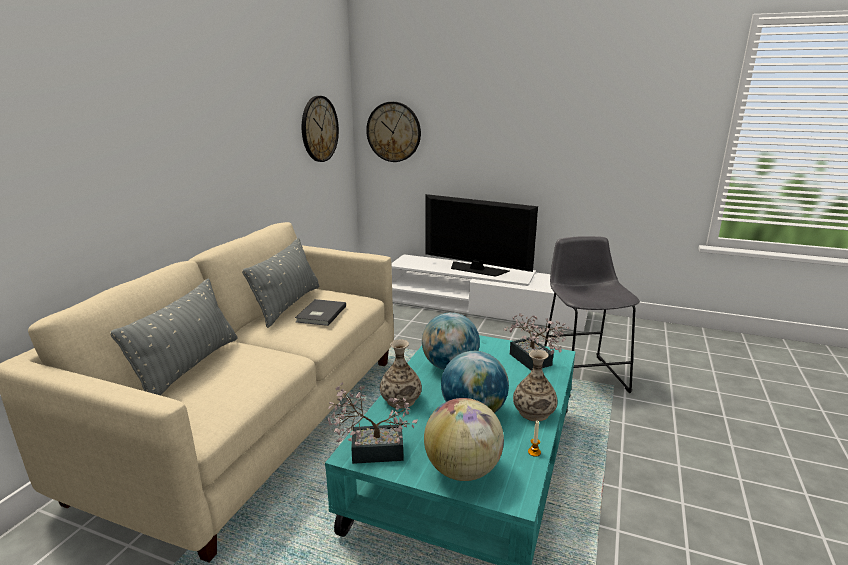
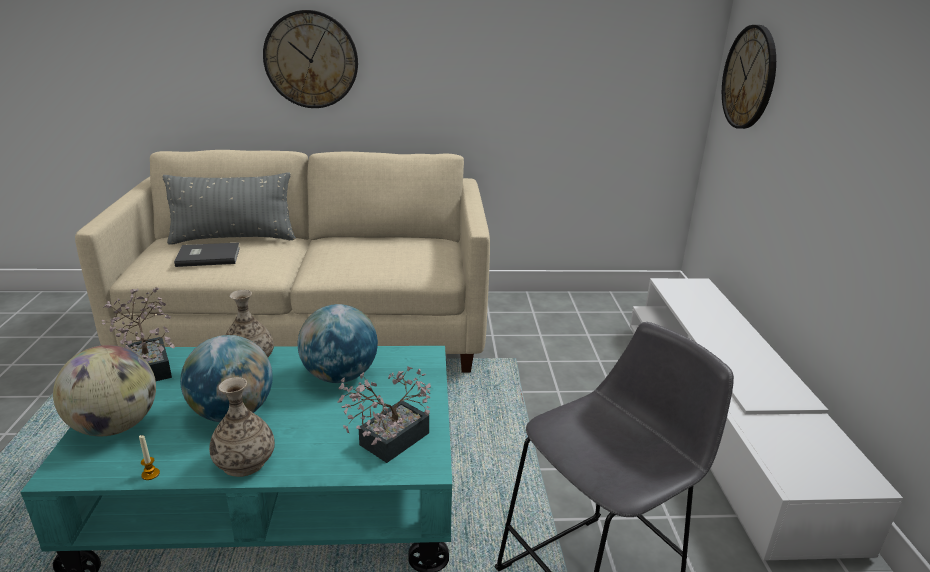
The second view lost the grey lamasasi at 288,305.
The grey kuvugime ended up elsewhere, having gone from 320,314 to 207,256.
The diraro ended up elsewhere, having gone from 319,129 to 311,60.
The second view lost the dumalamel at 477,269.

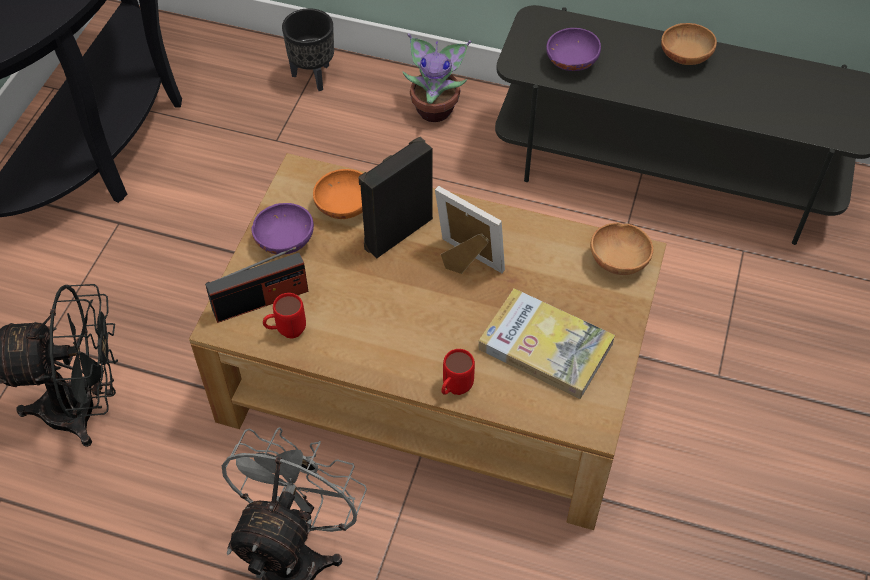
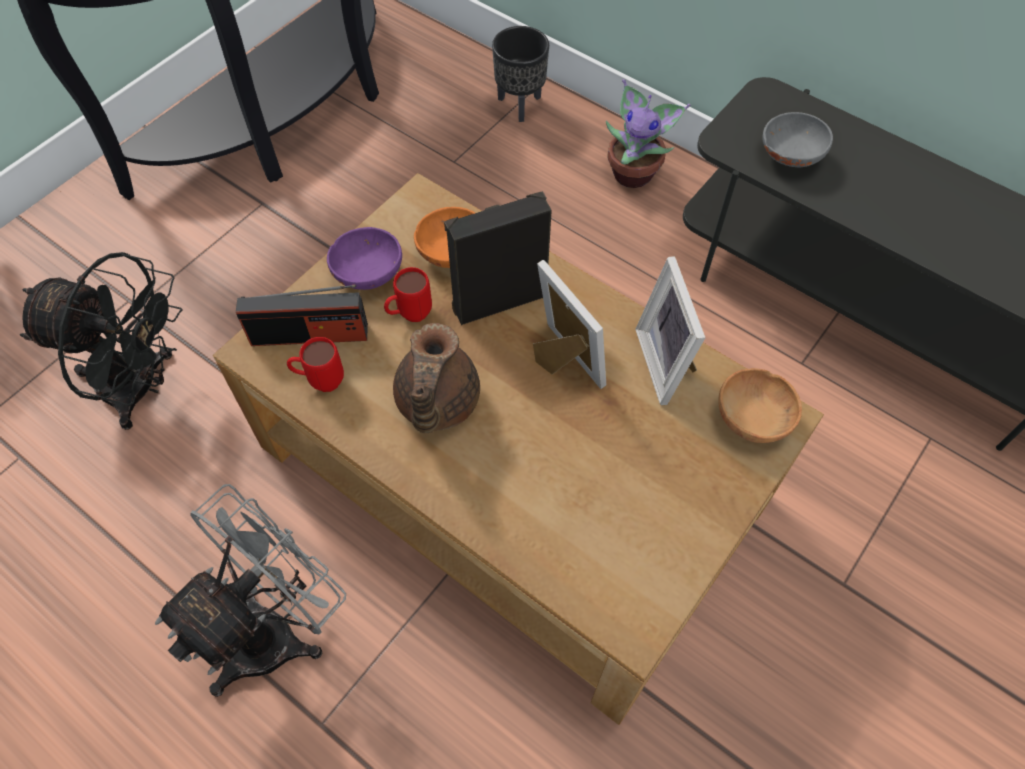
The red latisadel ended up elsewhere, having gone from 454,390 to 409,315.
The second view lost the kuvugime at 545,346.
What was the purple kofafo at 570,63 turned into the grey kofafo at 789,156.
The second view lost the brown kofafo at 684,57.
The second view gained the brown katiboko at 436,404.
The second view gained the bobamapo at 667,363.

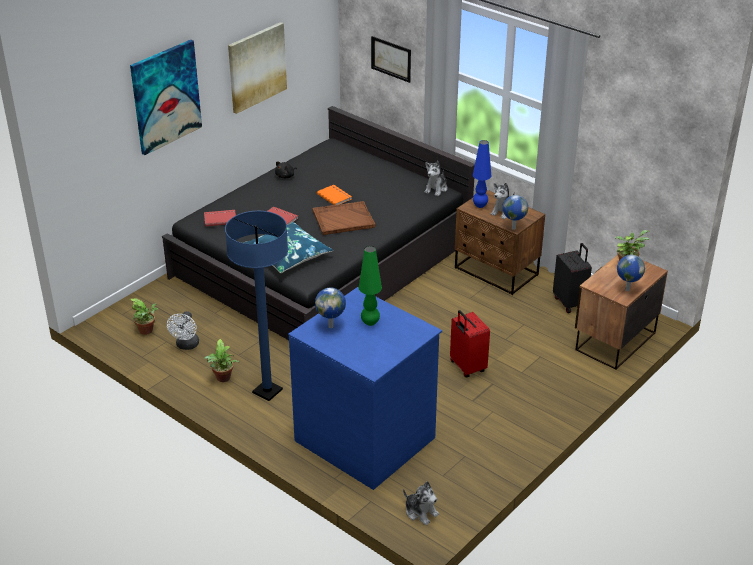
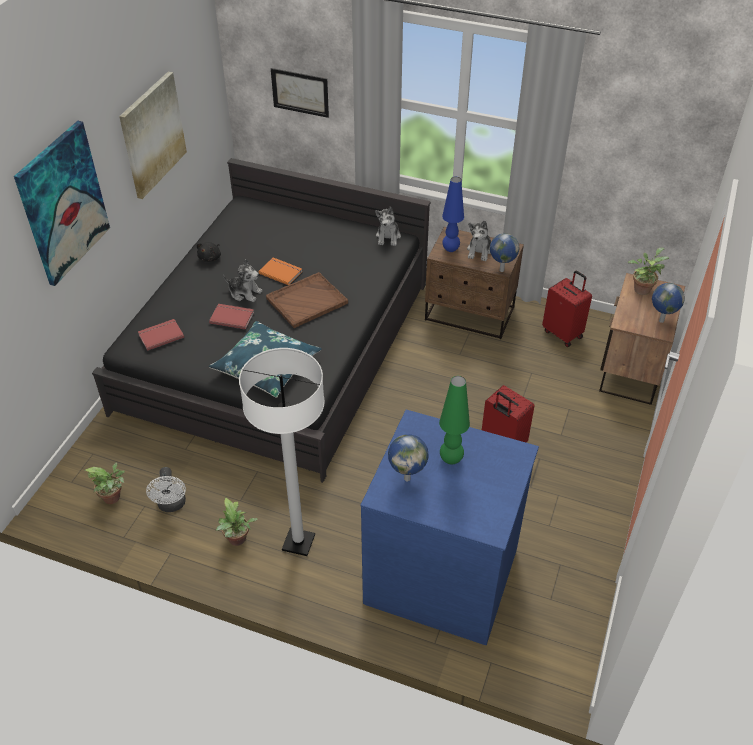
What was the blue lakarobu at 267,391 turned into the white lakarobu at 298,543.
The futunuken ended up elsewhere, having gone from 420,512 to 245,293.
What was the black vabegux at 570,302 turned into the red vabegux at 563,333.

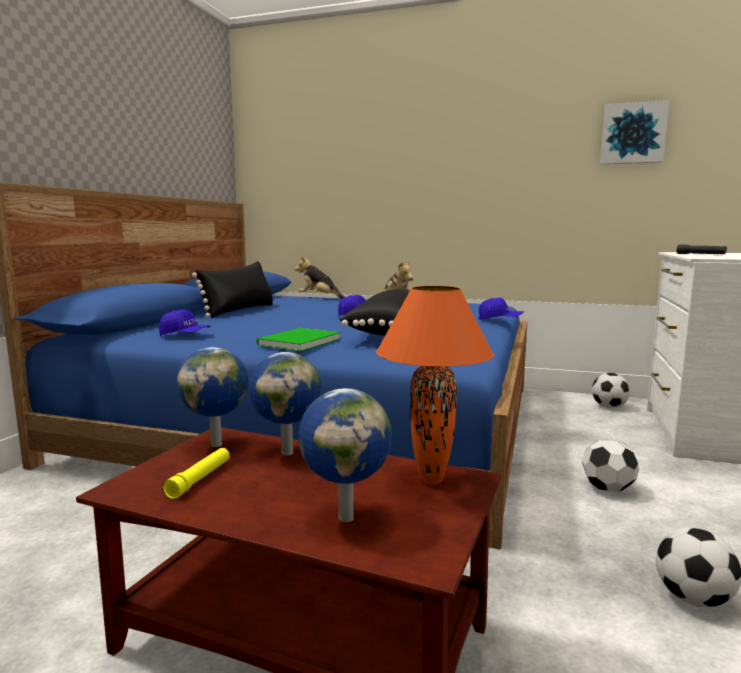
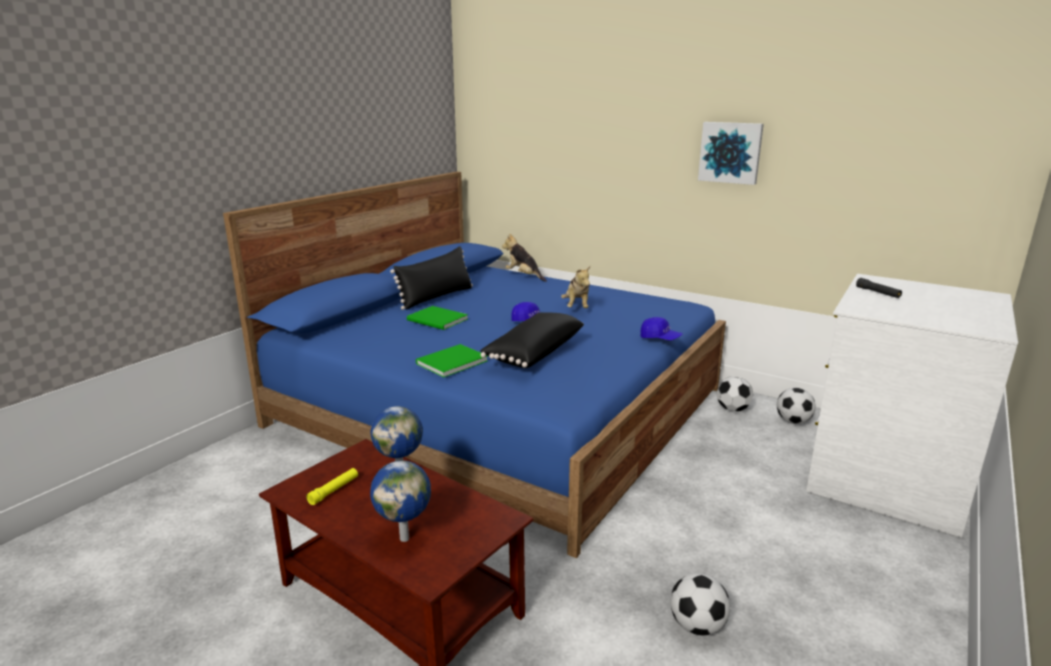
The second view lost the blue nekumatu at 185,335.
The second view lost the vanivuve at 217,444.
The second view lost the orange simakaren at 430,480.
The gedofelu ended up elsewhere, having gone from 607,489 to 732,409.
The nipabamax ended up elsewhere, having gone from 633,133 to 730,152.
The second view gained the green kuvugime at 438,320.

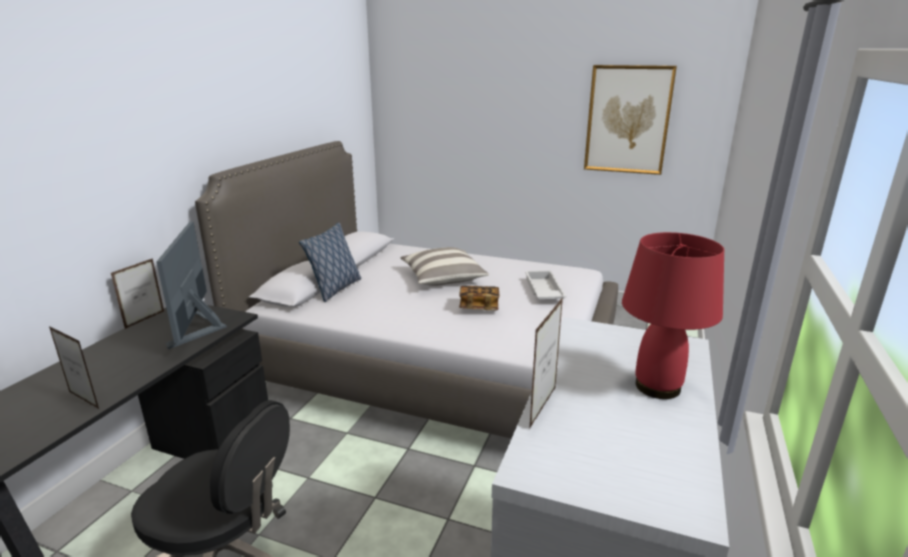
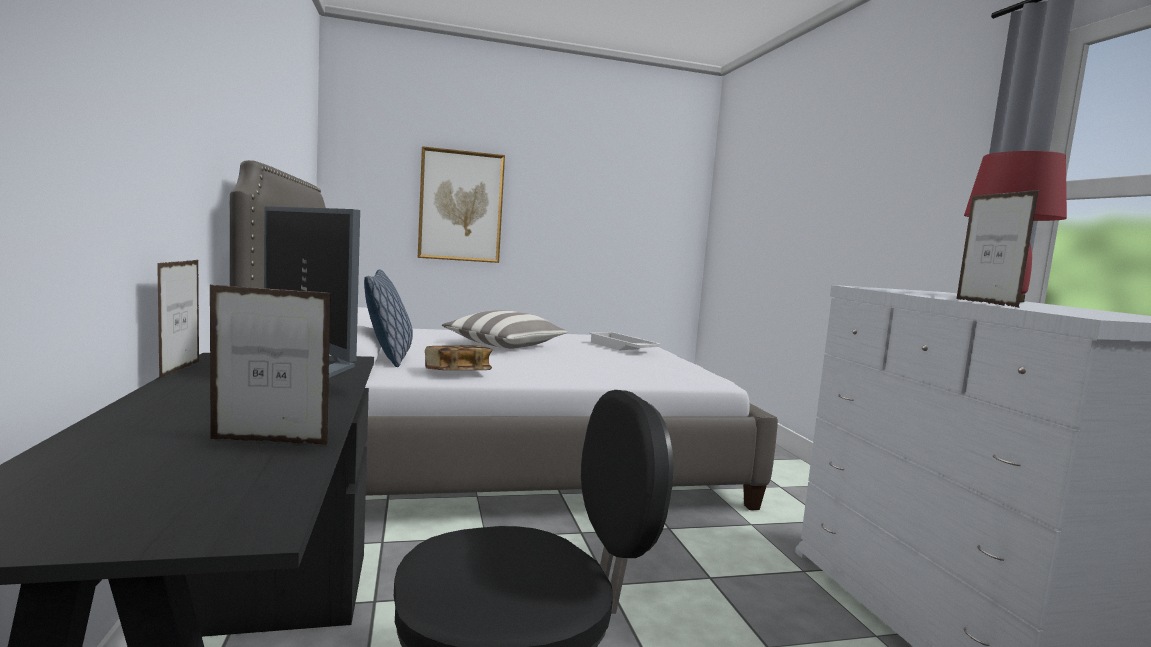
The kuvugime ended up elsewhere, having gone from 479,307 to 457,373.
The nipabamax ended up elsewhere, having gone from 627,120 to 461,206.

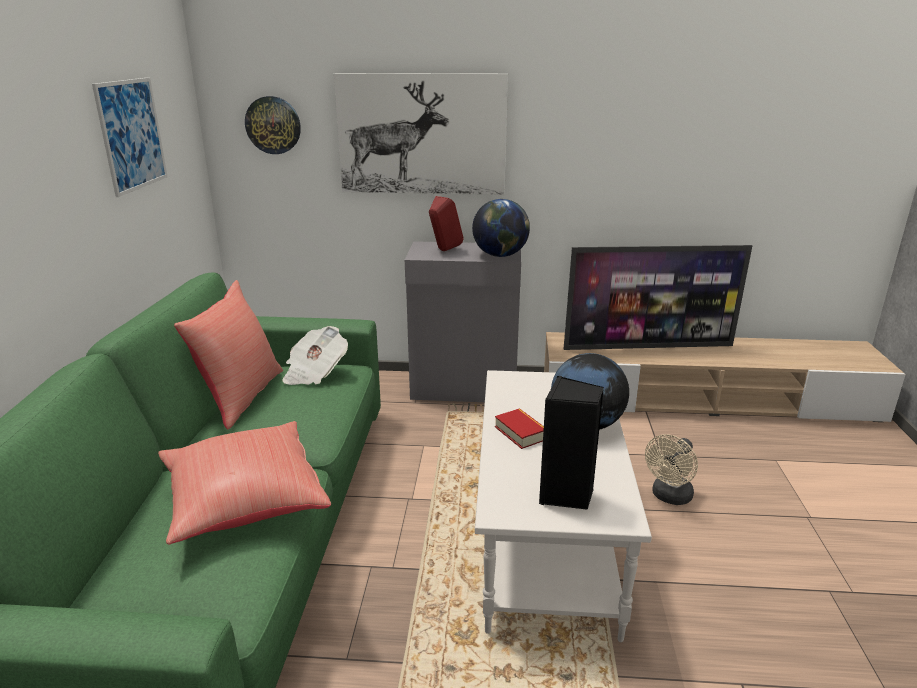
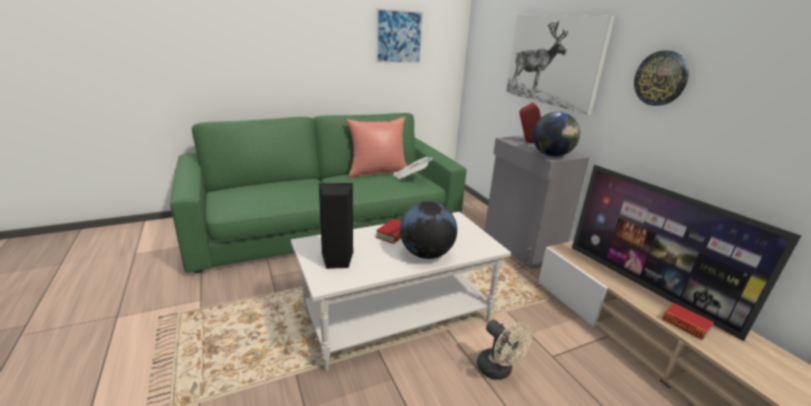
The second view lost the red lamasasi at 244,503.
The diraro ended up elsewhere, having gone from 273,125 to 661,78.
The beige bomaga at 669,497 ended up facing another way, 135 degrees counterclockwise from before.
The second view gained the kuvugime at 685,324.

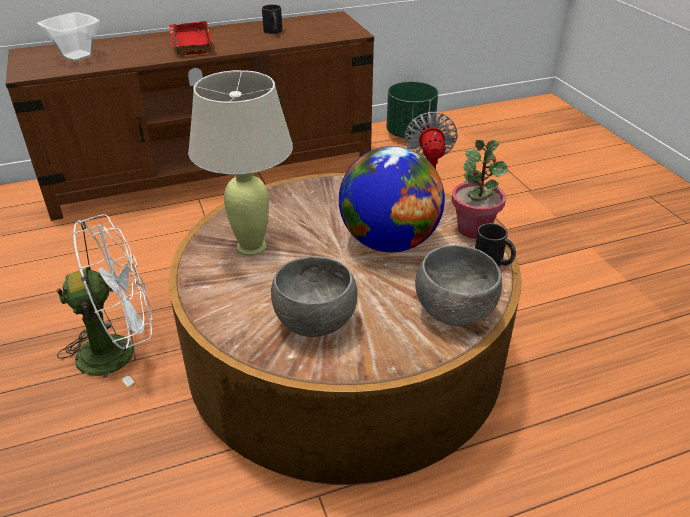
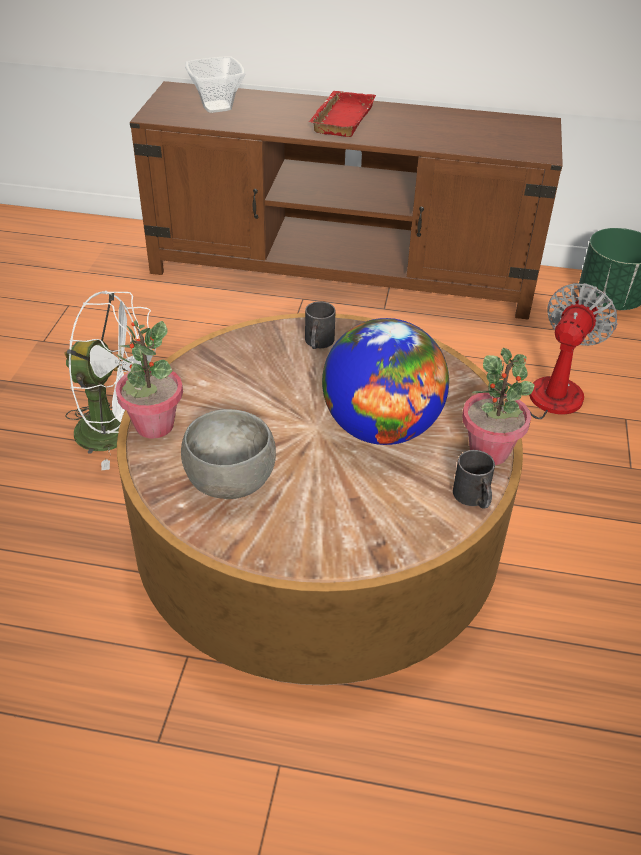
The second view lost the beige simakaren at 251,246.
The black latisadel ended up elsewhere, having gone from 273,32 to 318,343.
The second view lost the grey kofafo at 453,313.
The second view gained the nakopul at 154,425.

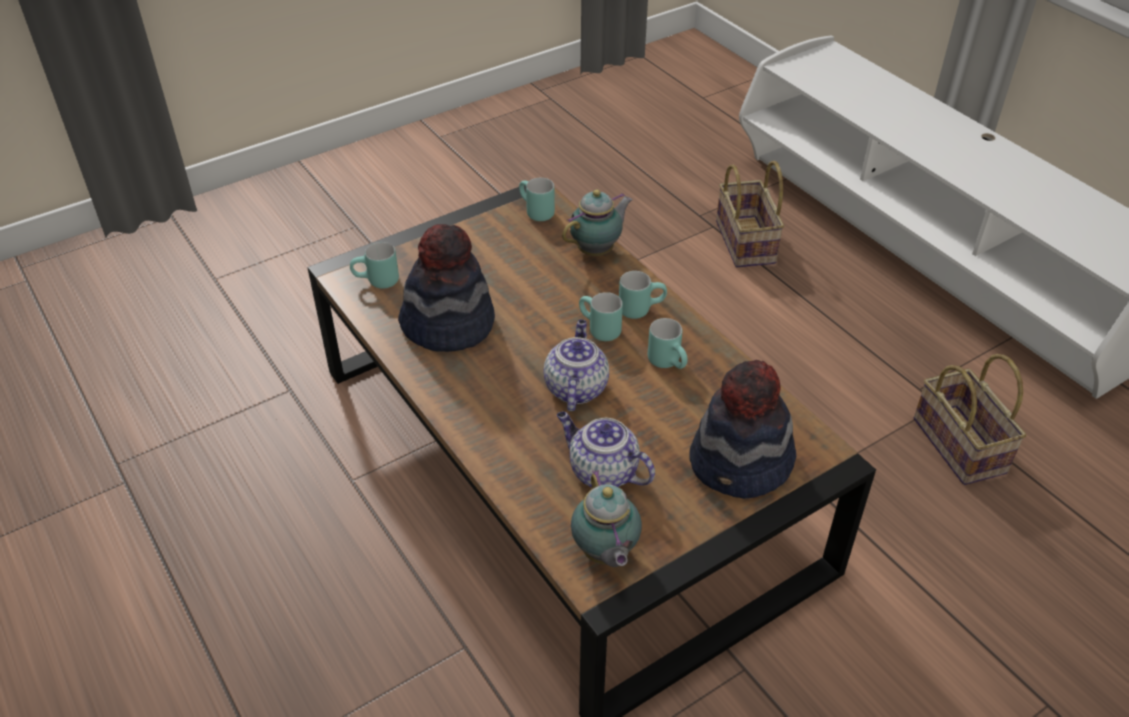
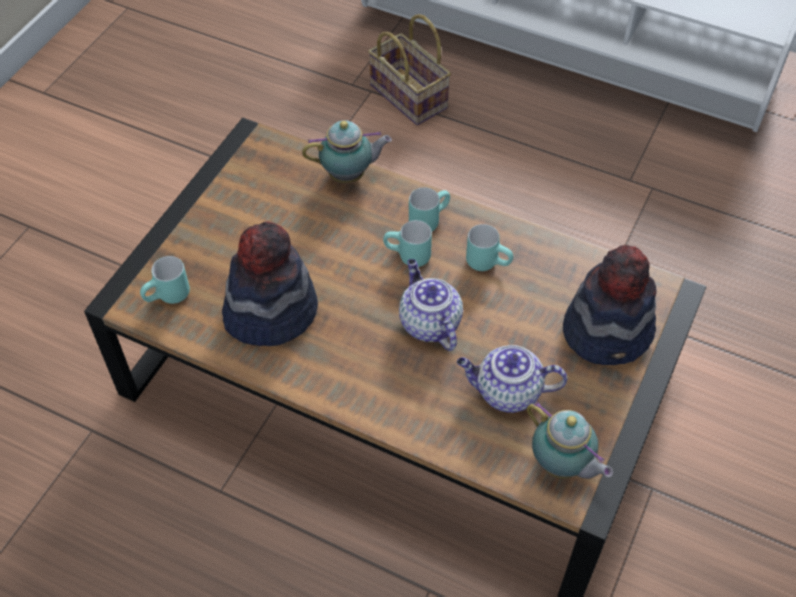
The second view lost the turquoise latisadel at 534,212.
The katiboko at 597,250 ended up facing another way, 60 degrees clockwise from before.
The second view lost the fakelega at 962,447.

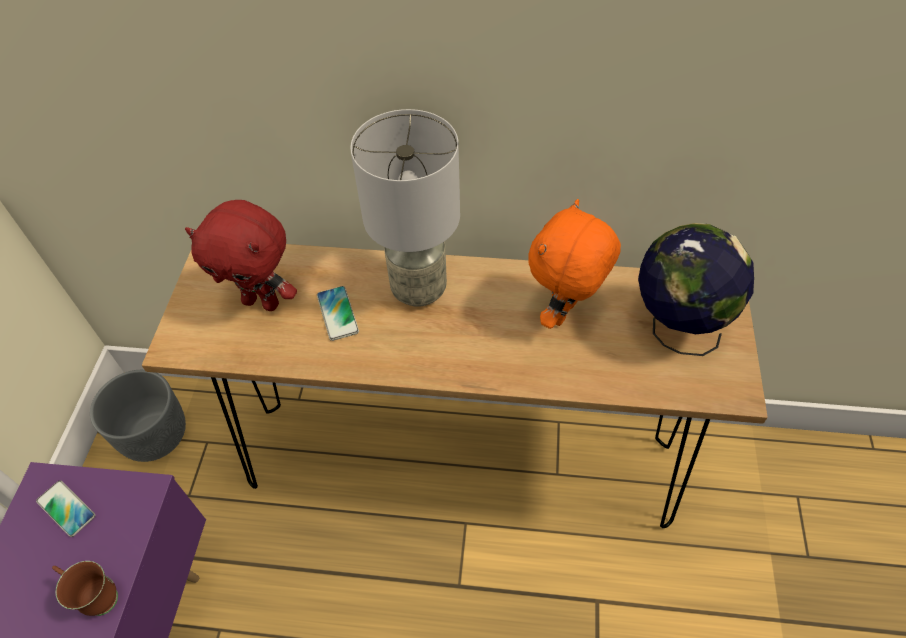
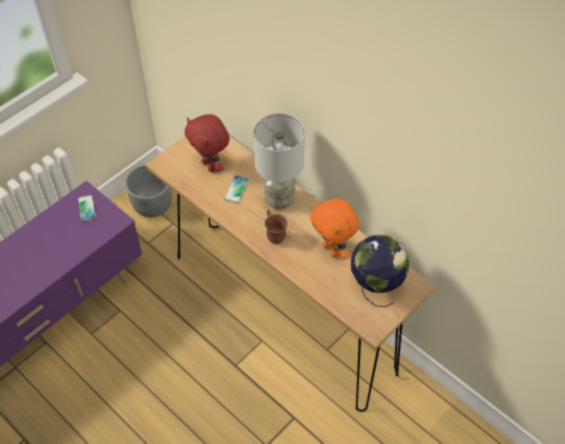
The brown latisadel ended up elsewhere, having gone from 96,596 to 274,235.
The orange futunuken at 565,313 ended up facing another way, 105 degrees counterclockwise from before.

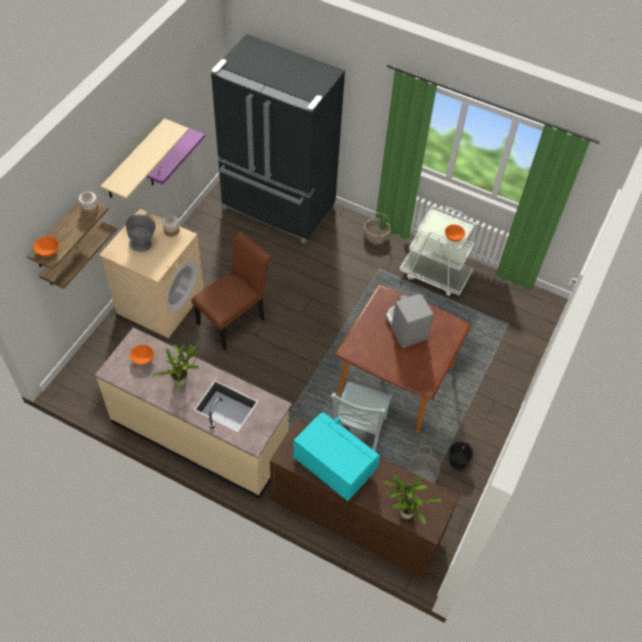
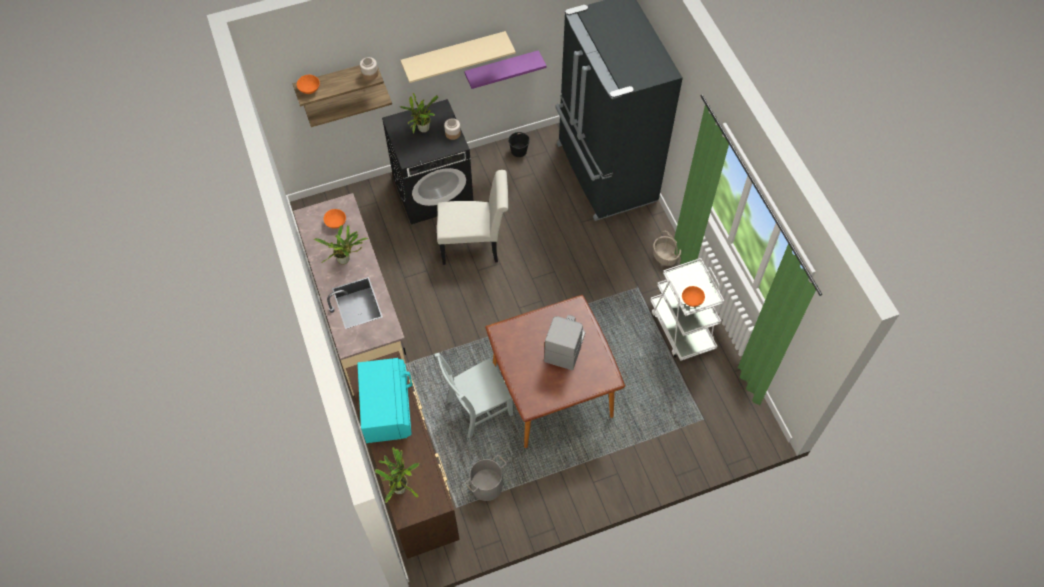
What was the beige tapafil at 160,302 turned into the black tapafil at 433,191.
Where the grey kofafo stood at 144,243, the nakopul came to stand at 422,130.
What was the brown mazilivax at 234,319 turned into the white mazilivax at 475,245.
The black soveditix ended up elsewhere, having gone from 458,461 to 519,150.

